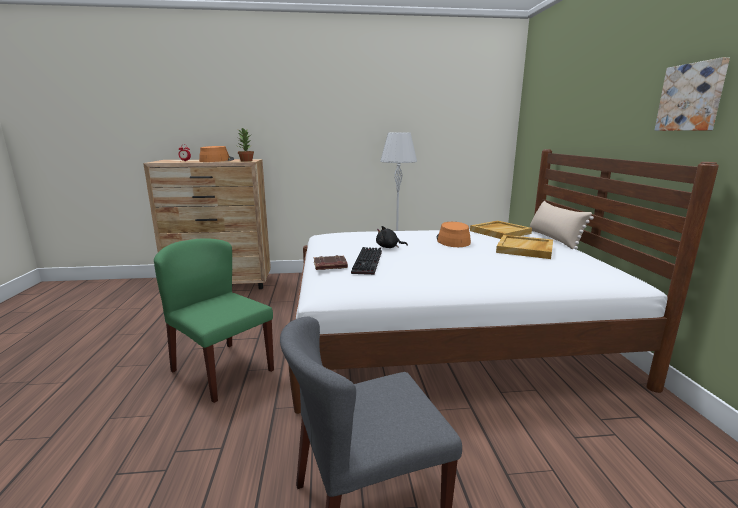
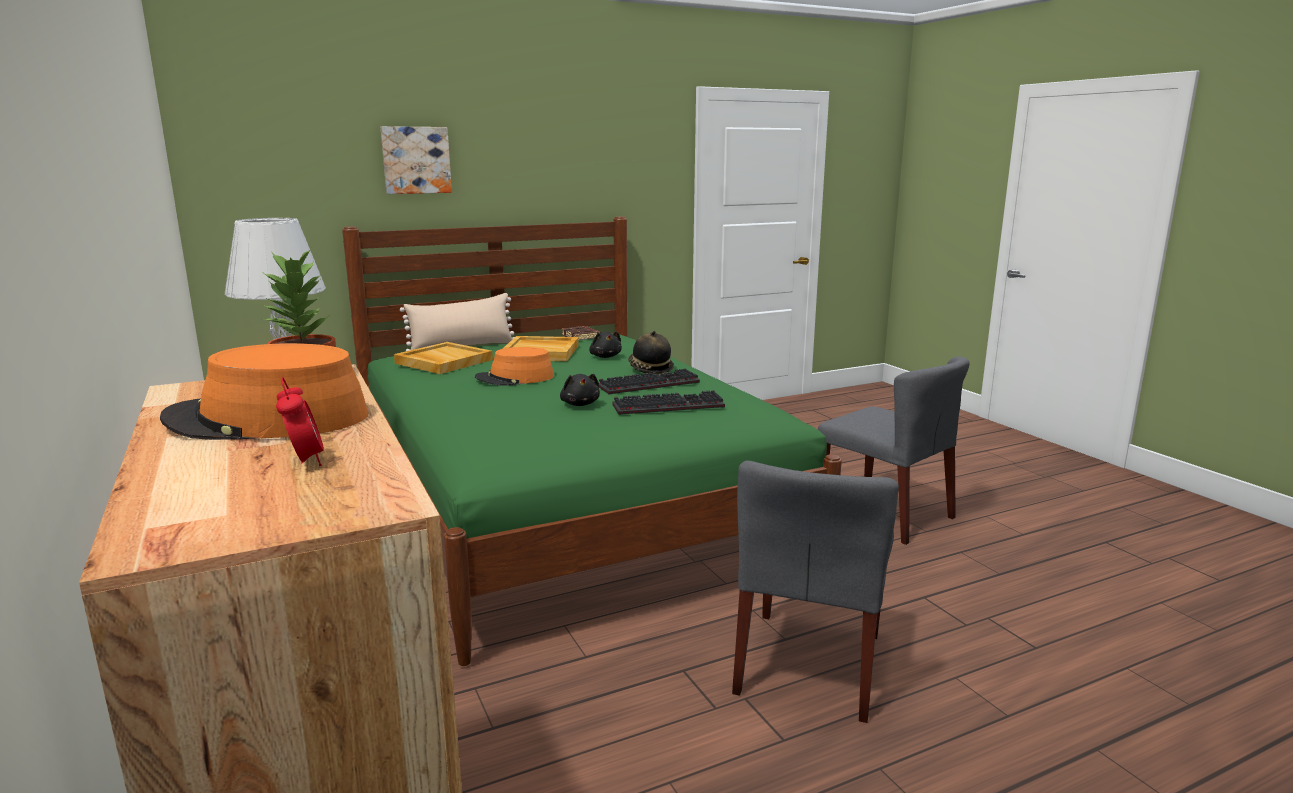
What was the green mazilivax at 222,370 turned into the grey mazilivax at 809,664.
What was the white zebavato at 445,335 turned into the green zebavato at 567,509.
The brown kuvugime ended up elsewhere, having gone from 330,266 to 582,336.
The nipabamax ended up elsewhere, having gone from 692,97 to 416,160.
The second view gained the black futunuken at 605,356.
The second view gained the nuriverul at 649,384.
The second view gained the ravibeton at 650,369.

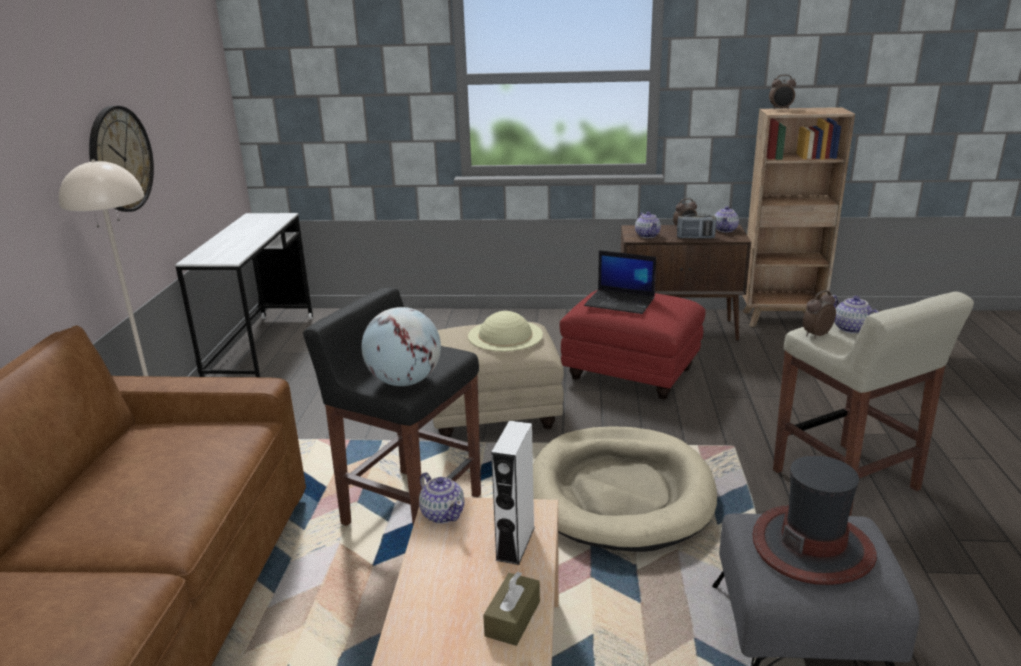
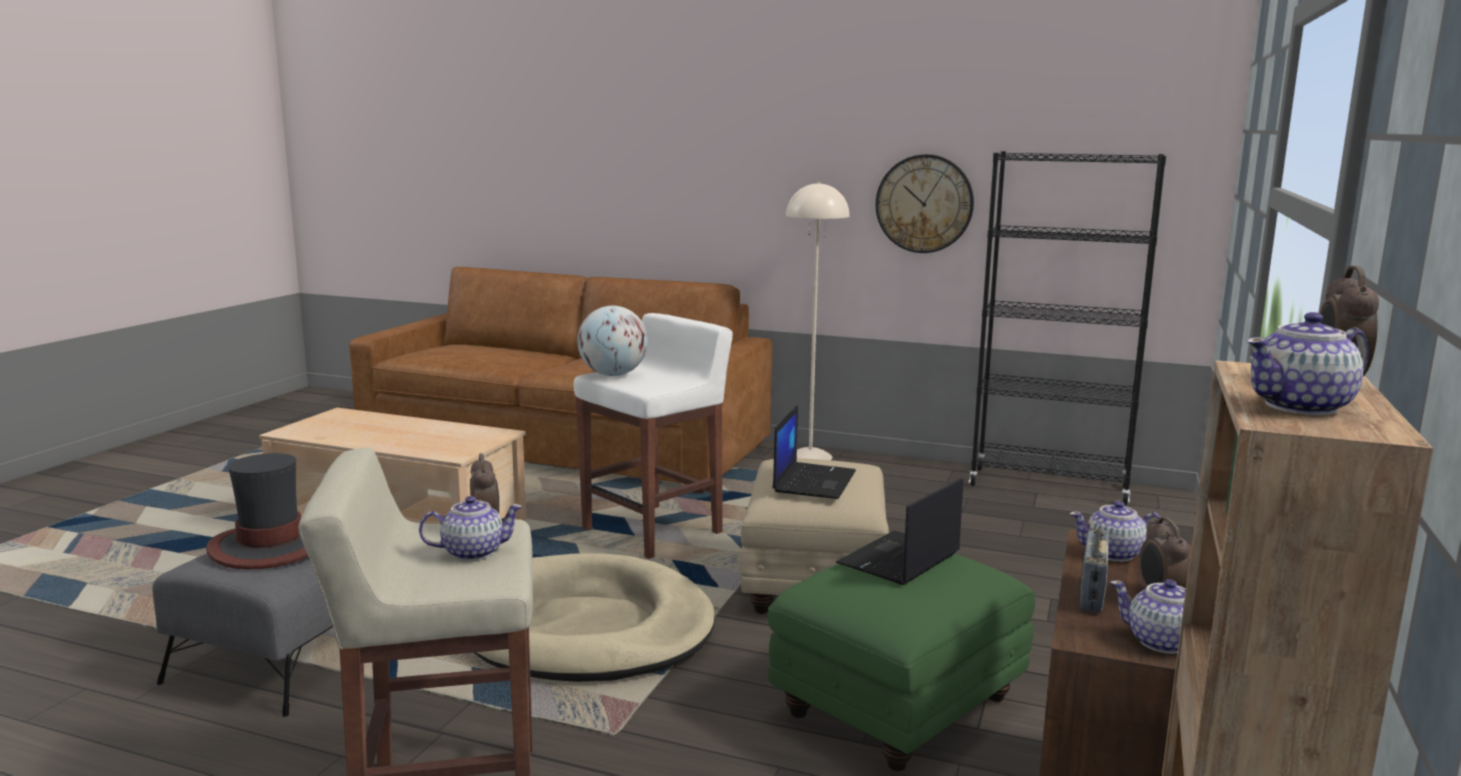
Where the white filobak stood at 262,349, the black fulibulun came to stand at 1049,486.
What was the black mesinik at 410,508 turned into the white mesinik at 654,531.
The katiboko ended up elsewhere, having gone from 443,514 to 1302,406.
Where the beige ravibeton stood at 505,335, the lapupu came to stand at 813,481.
The second view lost the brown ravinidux at 512,618.
The second view lost the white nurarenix at 515,543.
What was the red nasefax at 632,374 turned into the green nasefax at 896,709.

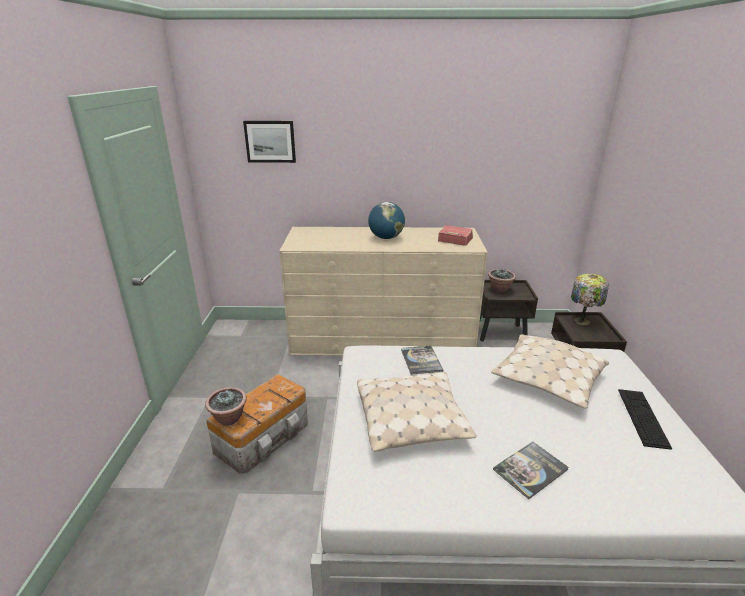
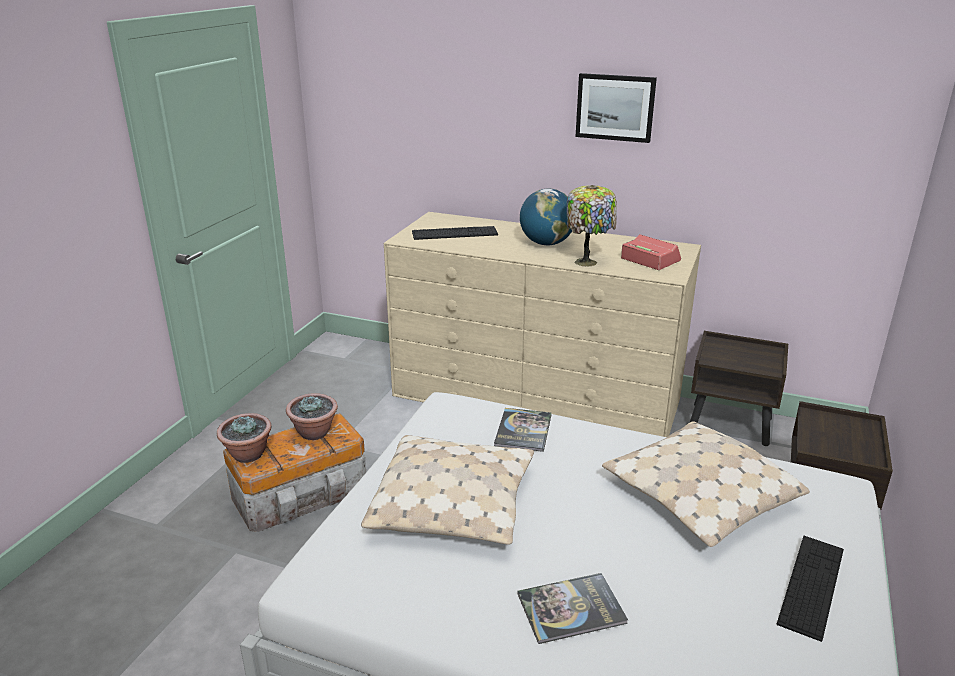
The nipabamax ended up elsewhere, having gone from 270,141 to 615,107.
The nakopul ended up elsewhere, having gone from 500,289 to 314,433.
The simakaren ended up elsewhere, having gone from 583,321 to 587,262.
The second view gained the nuriverul at 454,233.

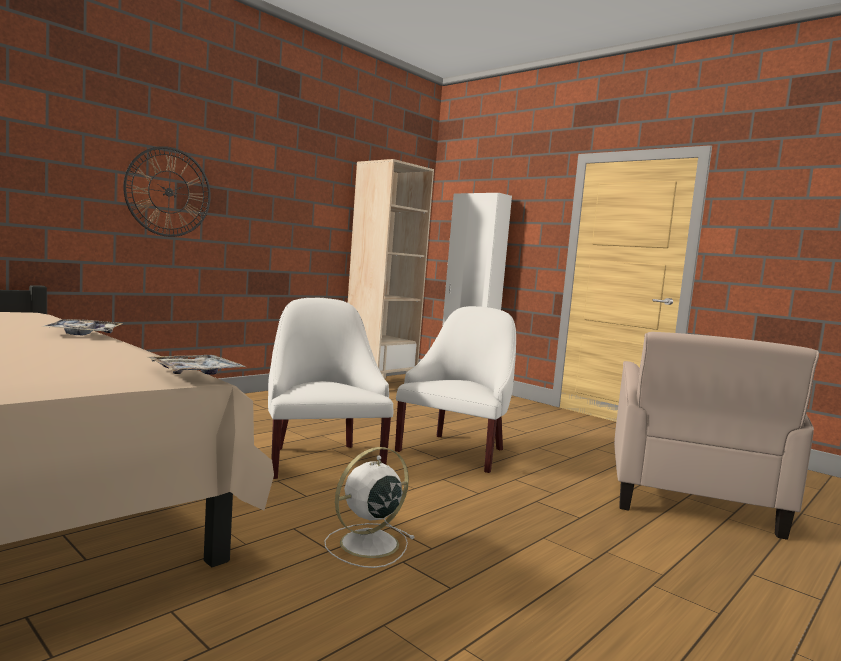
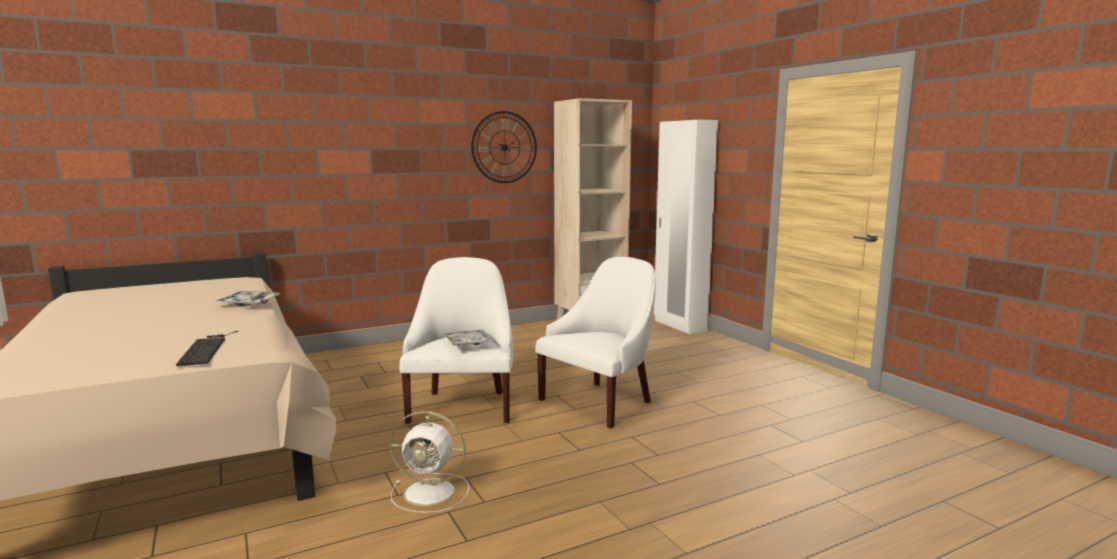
The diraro ended up elsewhere, having gone from 169,192 to 504,147.
The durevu ended up elsewhere, having gone from 195,373 to 468,343.
The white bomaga at 367,544 ended up facing another way, 150 degrees counterclockwise from before.
The second view lost the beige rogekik at 690,499.
The second view gained the nuriverul at 206,348.

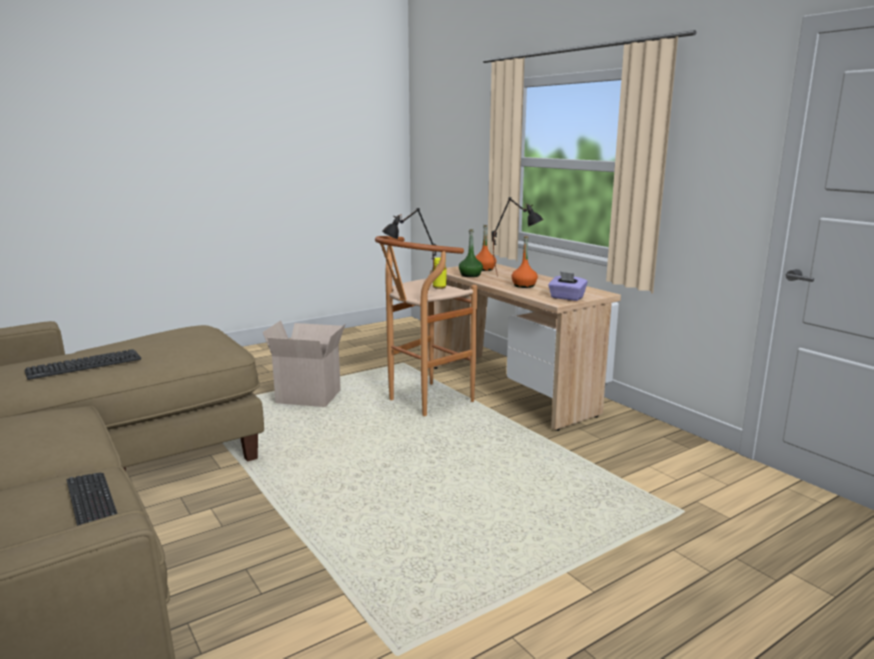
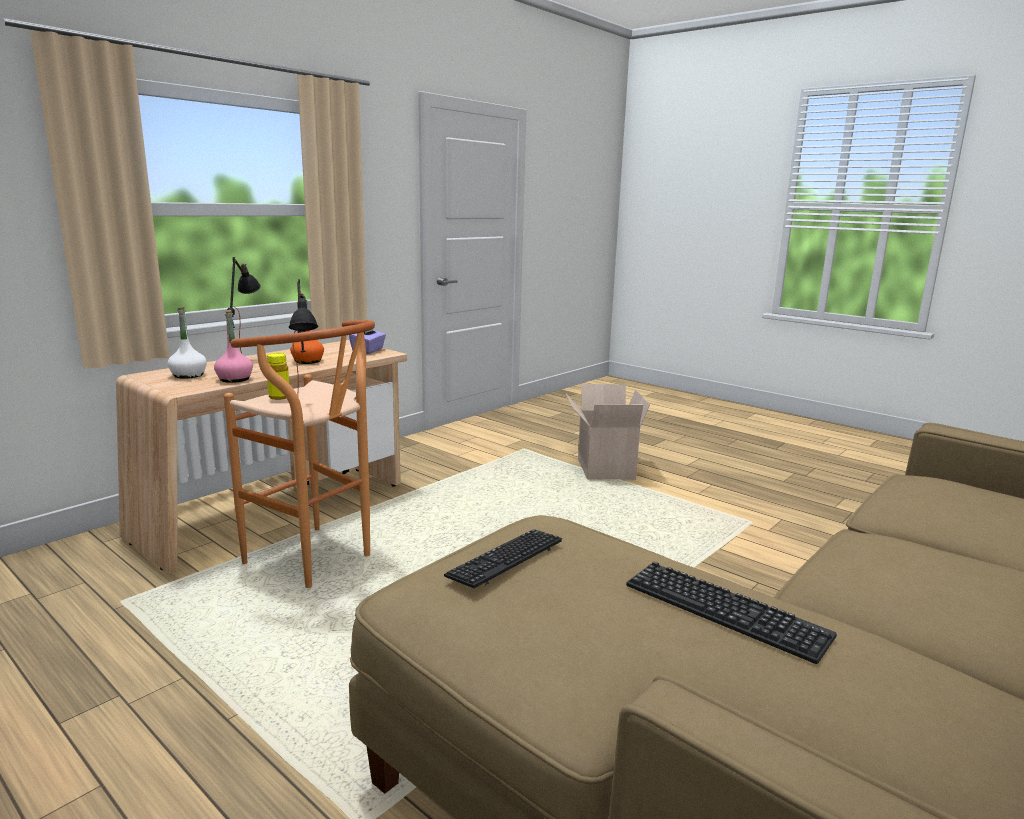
The nuriverul ended up elsewhere, having gone from 92,504 to 505,560.
The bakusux ended up elsewhere, having gone from 310,396 to 603,469.
What was the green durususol at 470,275 turned into the pink durususol at 234,379.
What was the orange durususol at 484,269 turned into the white durususol at 188,375.

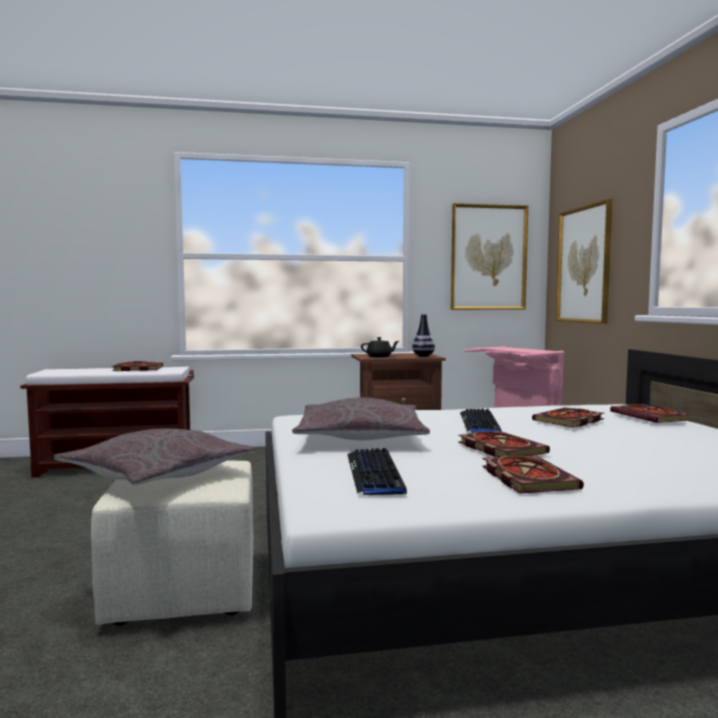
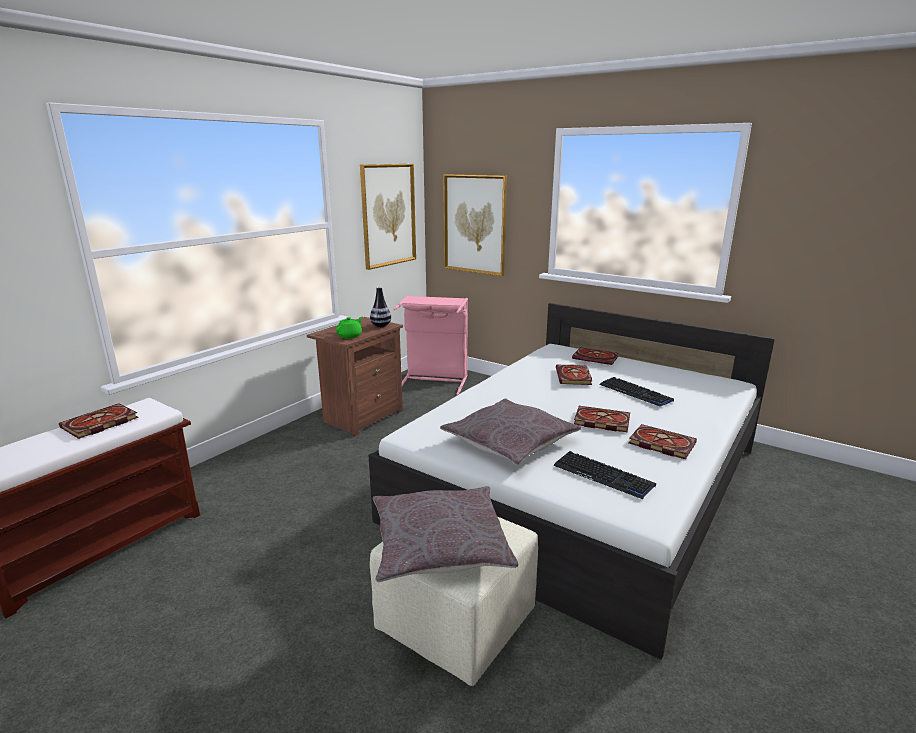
What was the black katiboko at 379,356 turned into the green katiboko at 350,336.
The nuriverul ended up elsewhere, having gone from 479,422 to 635,393.

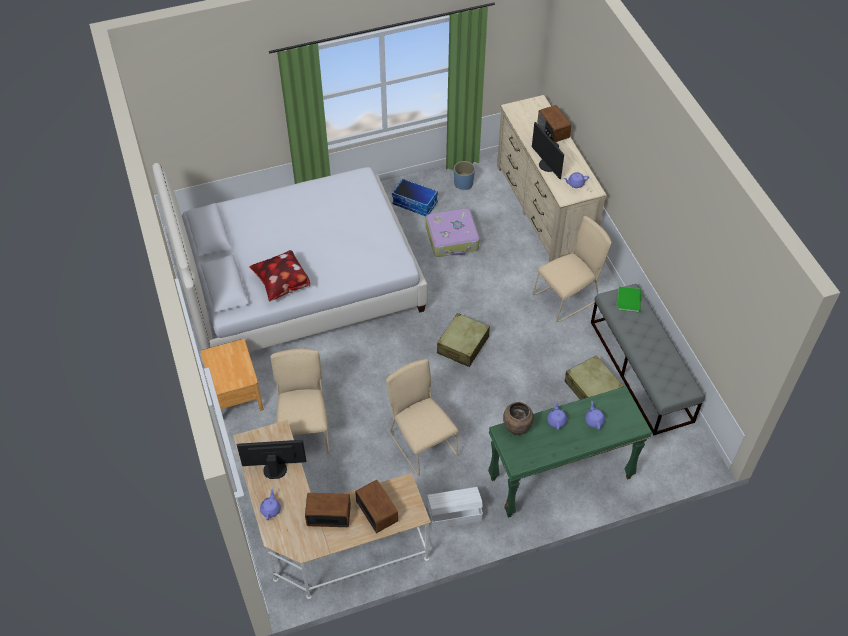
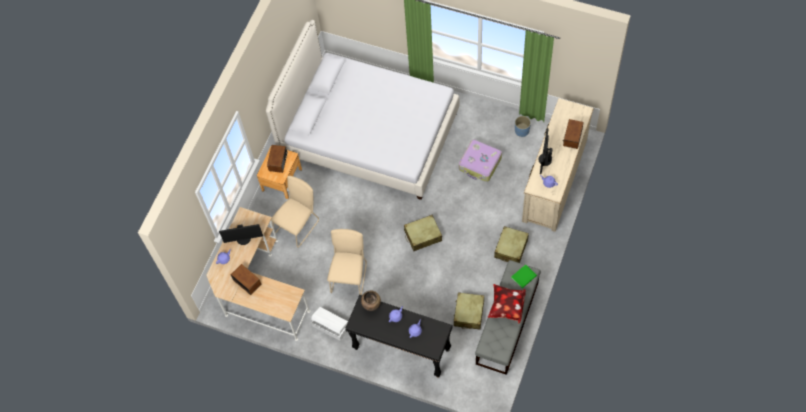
The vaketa at 275,468 ended up facing another way, 135 degrees clockwise from before.
The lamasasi ended up elsewhere, having gone from 281,285 to 506,308.
The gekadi ended up elsewhere, having gone from 377,511 to 278,162.
The second view lost the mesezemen at 415,203.
What was the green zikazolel at 560,479 turned into the black zikazolel at 401,350.
Where the beige mazilivax stood at 568,297, the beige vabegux came to stand at 511,248.

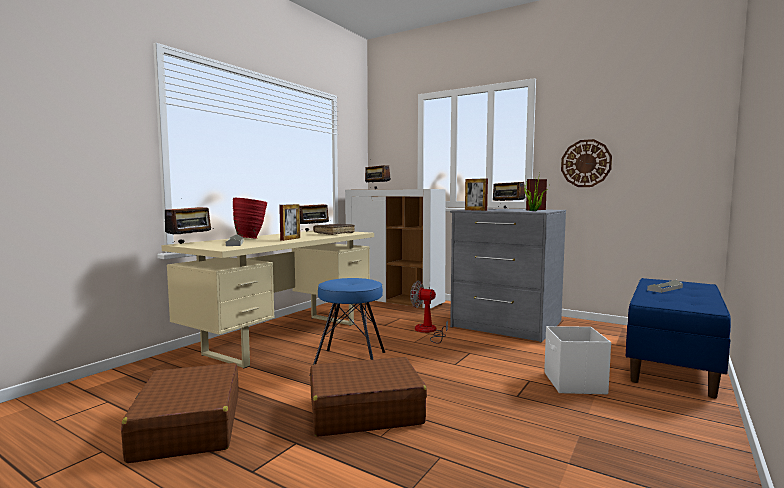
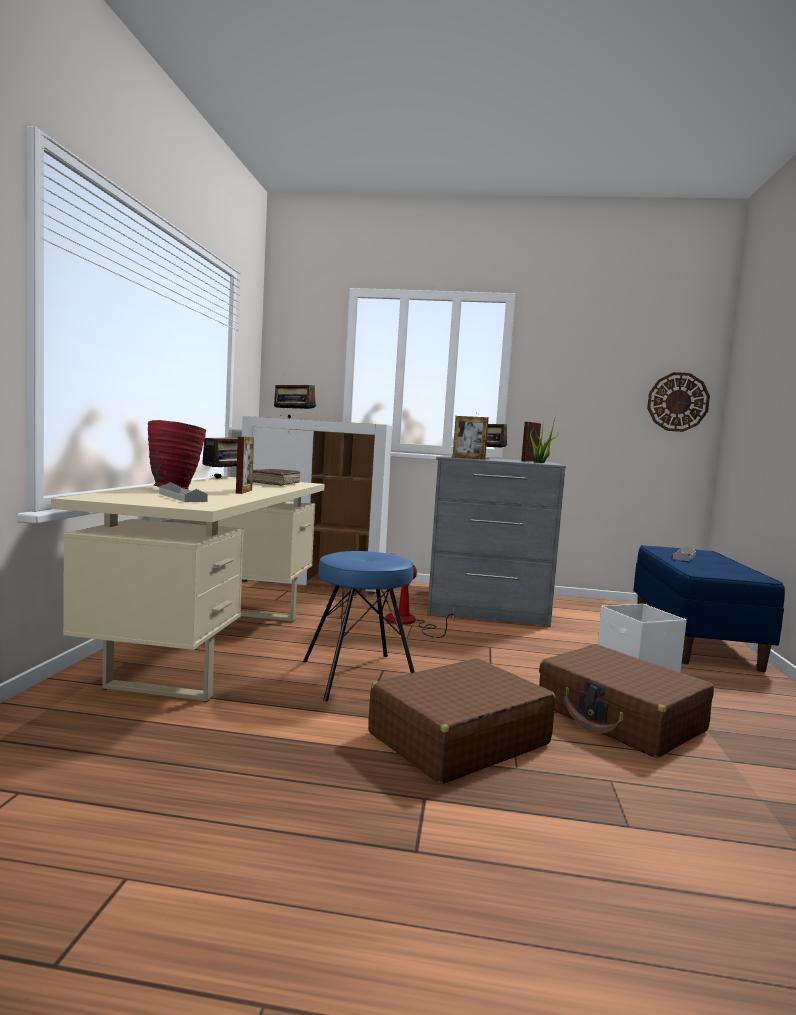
The brown vabegux ended up elsewhere, having gone from 188,426 to 620,718.
The second view lost the gekadi at 190,243.
The diraro ended up elsewhere, having gone from 586,163 to 677,402.

